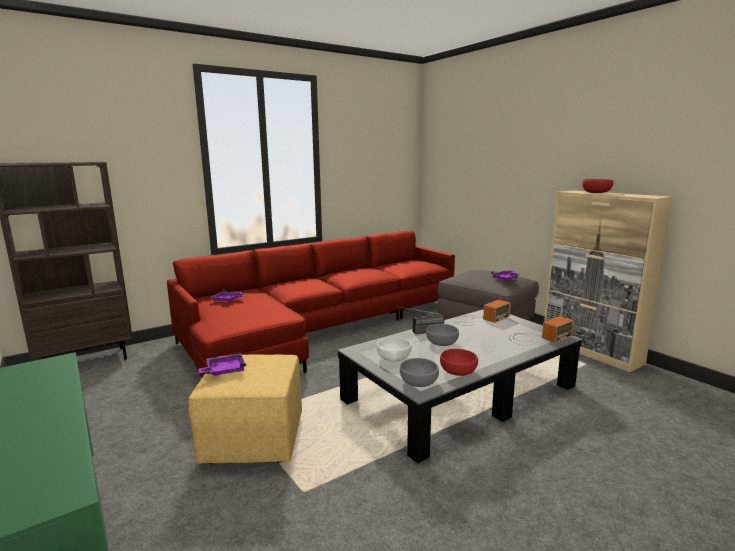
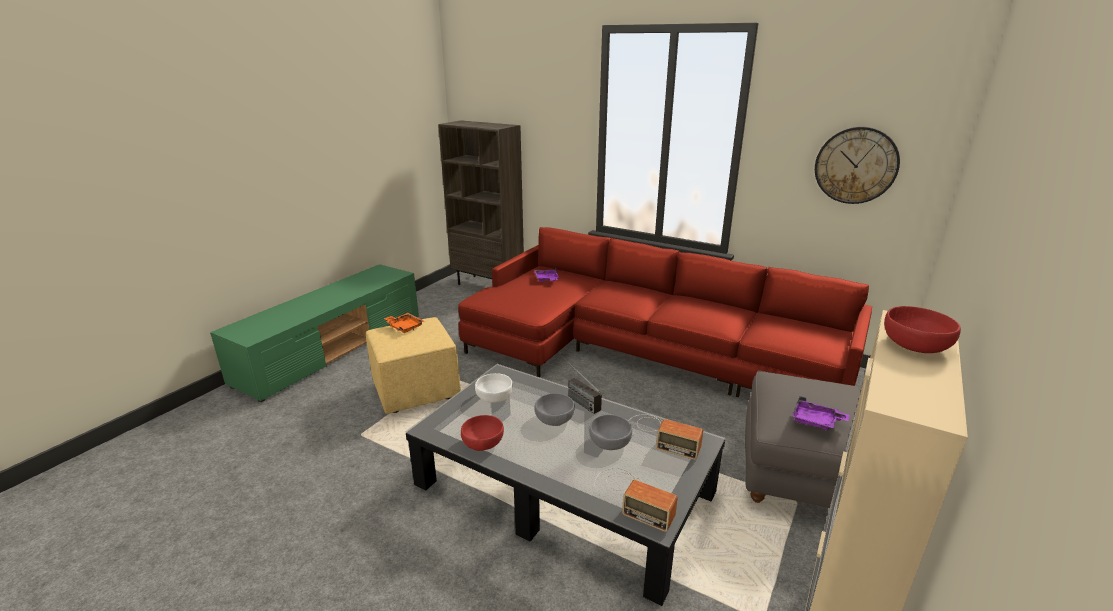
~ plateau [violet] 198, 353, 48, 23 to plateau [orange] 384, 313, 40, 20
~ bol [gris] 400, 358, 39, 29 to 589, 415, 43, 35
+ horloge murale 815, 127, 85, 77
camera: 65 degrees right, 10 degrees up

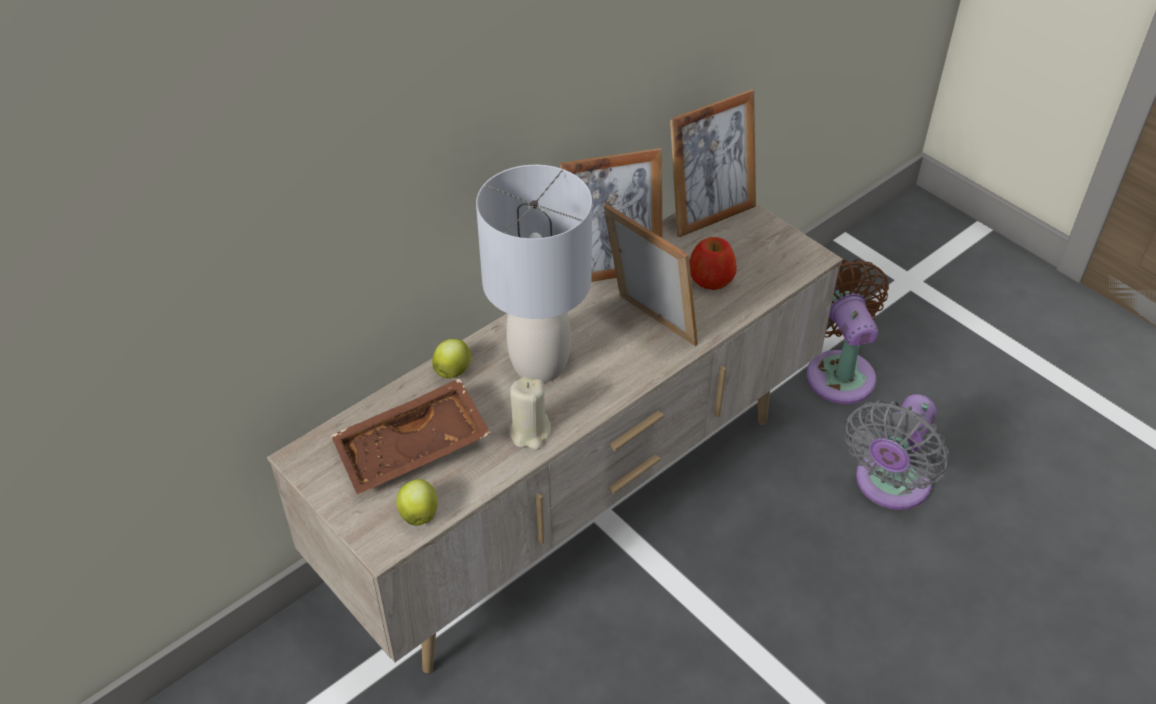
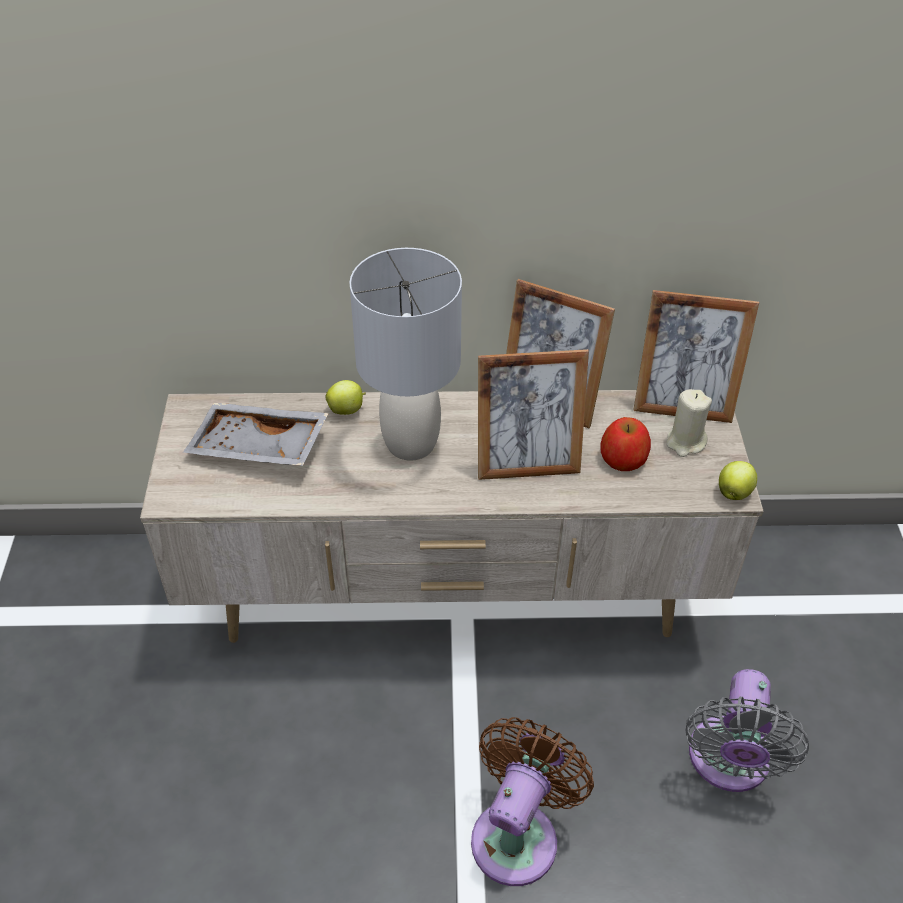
~ plateau [marron] 331, 378, 160, 116 to plateau [gris] 183, 403, 146, 63
~ pomme 396, 479, 42, 47 to 719, 461, 38, 39
~ bougie [beige] 508, 376, 43, 74 to 666, 389, 46, 68
~ cadre photo 604, 203, 94, 143 = 478, 349, 111, 131 90 degrees clockwise
~ ventilateur [marron] 806, 259, 83, 145 to 471, 717, 123, 169
~ ventilateur [gris] 845, 394, 104, 116 = 686, 669, 123, 123 60 degrees counterclockwise
camera: 40 degrees right, 0 degrees up

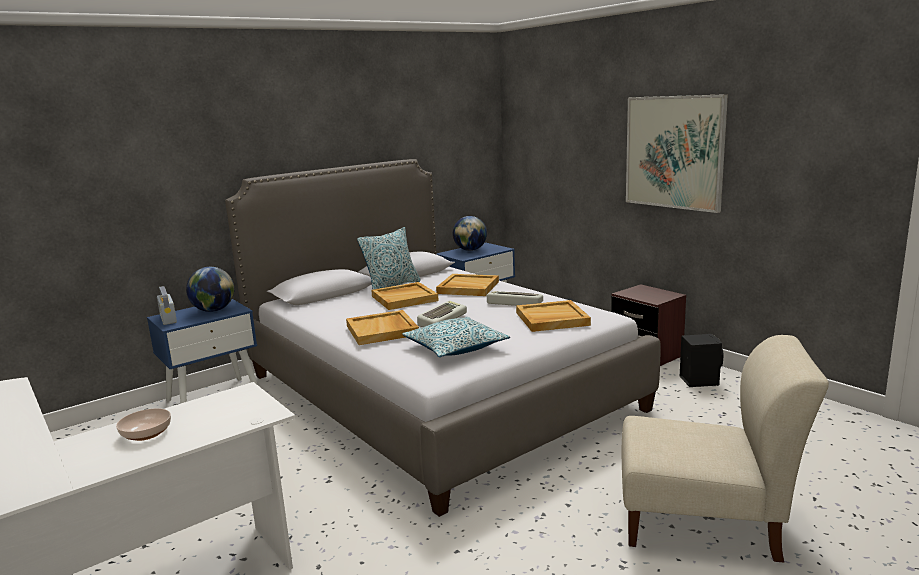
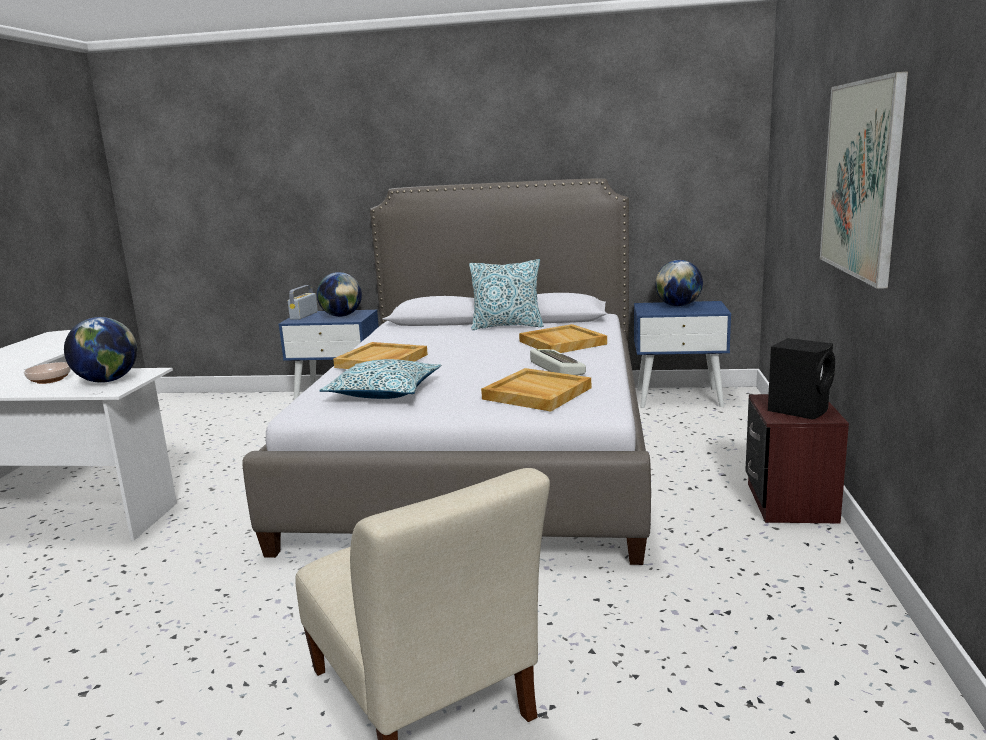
- plateau [beige] 371, 282, 68, 28
- clavier 417, 301, 50, 26
~ enceinte [noir] 680, 334, 44, 53 to 768, 338, 67, 82
+ globe 64, 317, 73, 66
camera: 45 degrees right, 0 degrees up

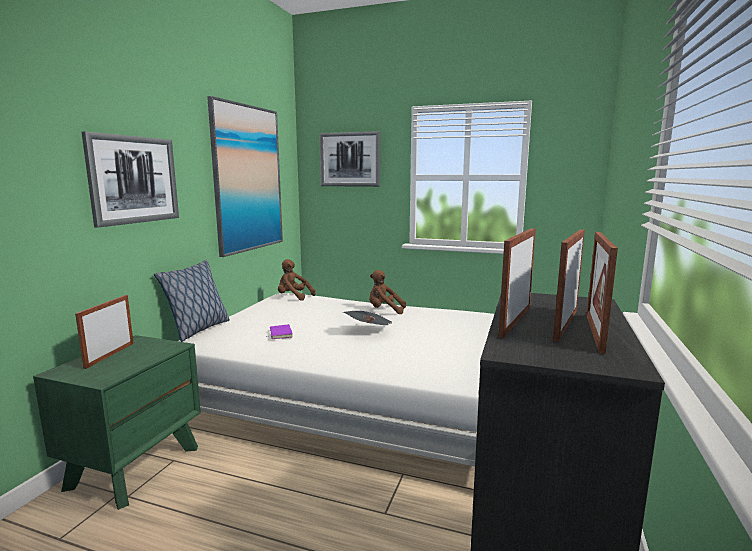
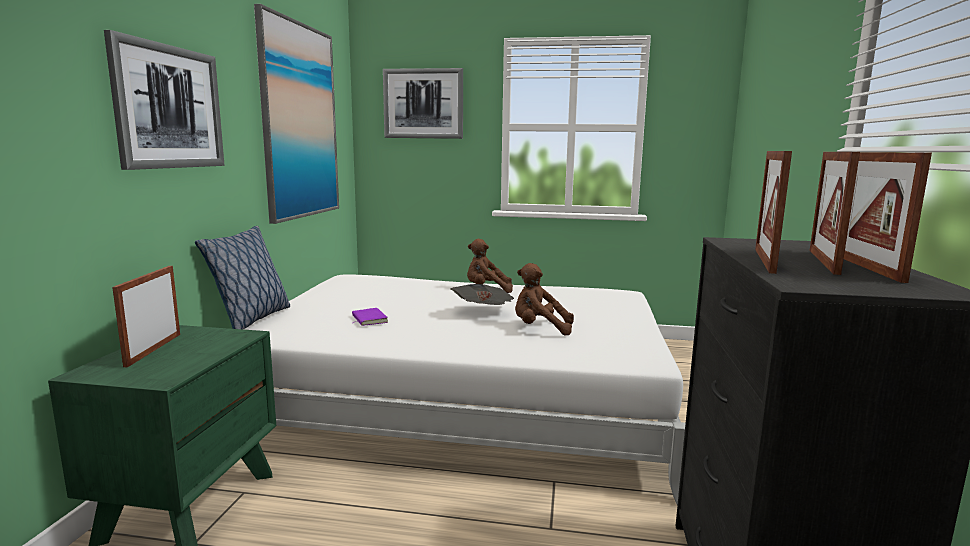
~ peluche [marron] 278, 259, 38, 42 to 515, 263, 59, 72
camera: 10 degrees left, 0 degrees up

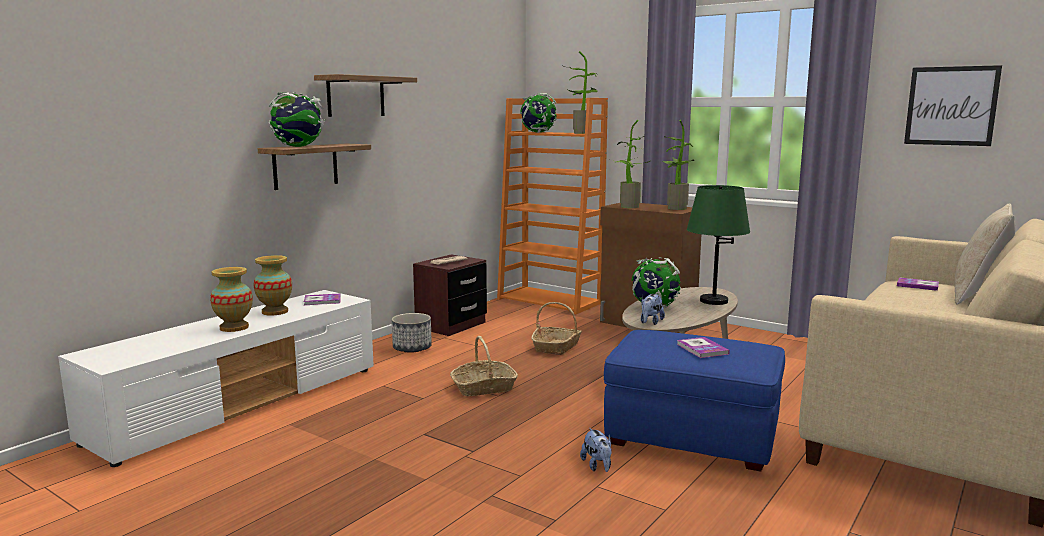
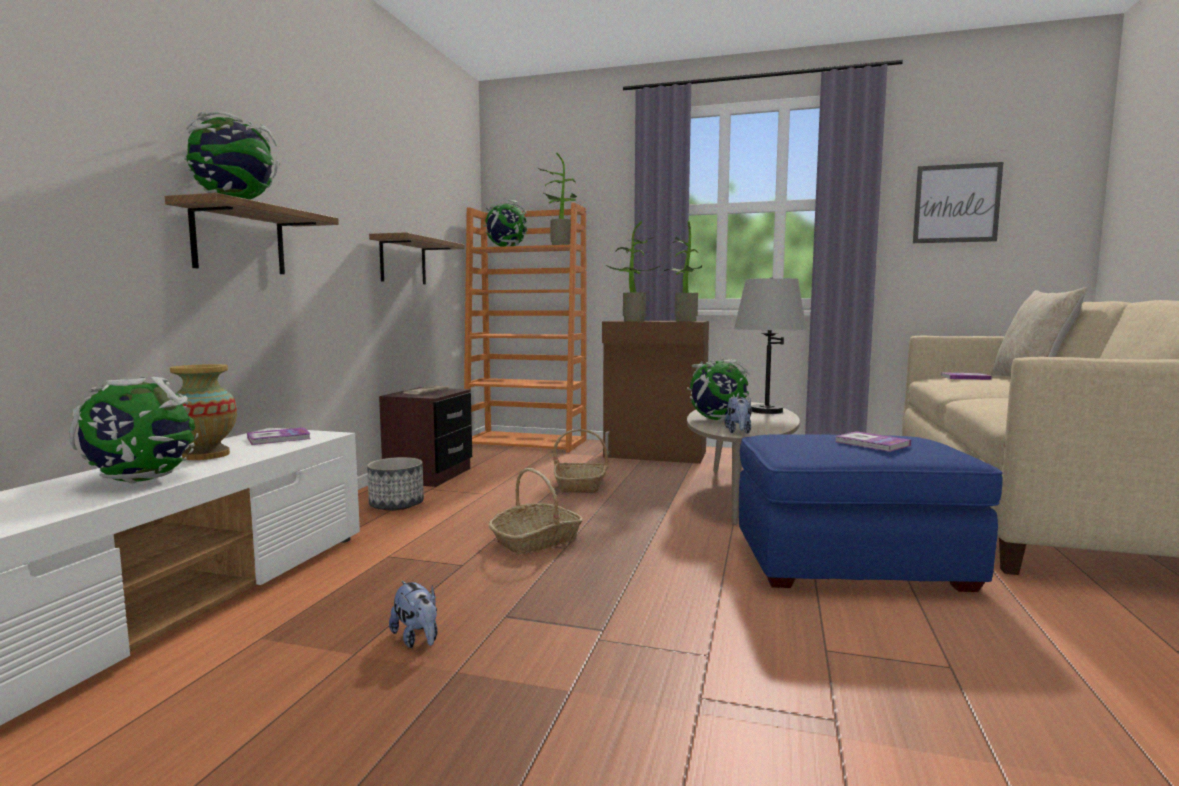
~ vase 210, 267, 43, 65 to globe 70, 376, 128, 108
~ étagère 314, 74, 103, 43 to 369, 232, 95, 52
~ peluche 580, 428, 32, 44 to 389, 581, 49, 67
~ lampe de table [vert] 687, 185, 63, 120 to lampe de table [gris] 734, 277, 73, 137
camera: 20 degrees left, 5 degrees down

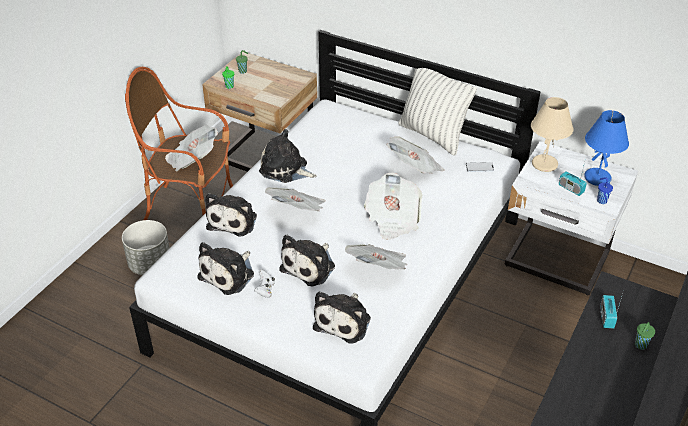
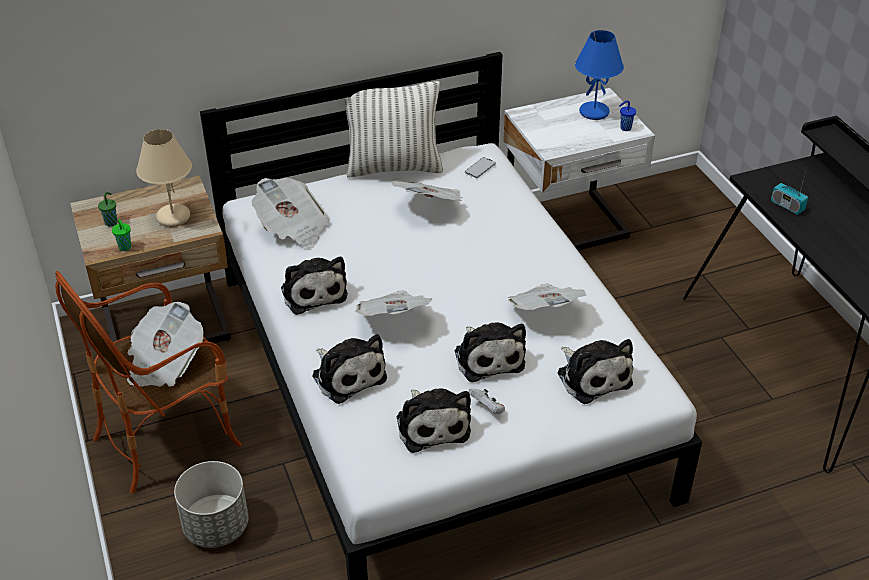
~ peluche 259, 129, 58, 54 = 281, 257, 67, 58 90 degrees counterclockwise
~ journal 364, 173, 58, 67 to 252, 178, 77, 70
~ lampe de table [beige] 531, 97, 43, 75 to 136, 129, 56, 98
- radio 559, 162, 28, 34
- tasse [vert] 635, 322, 20, 28
camera: 50 degrees left, 0 degrees up

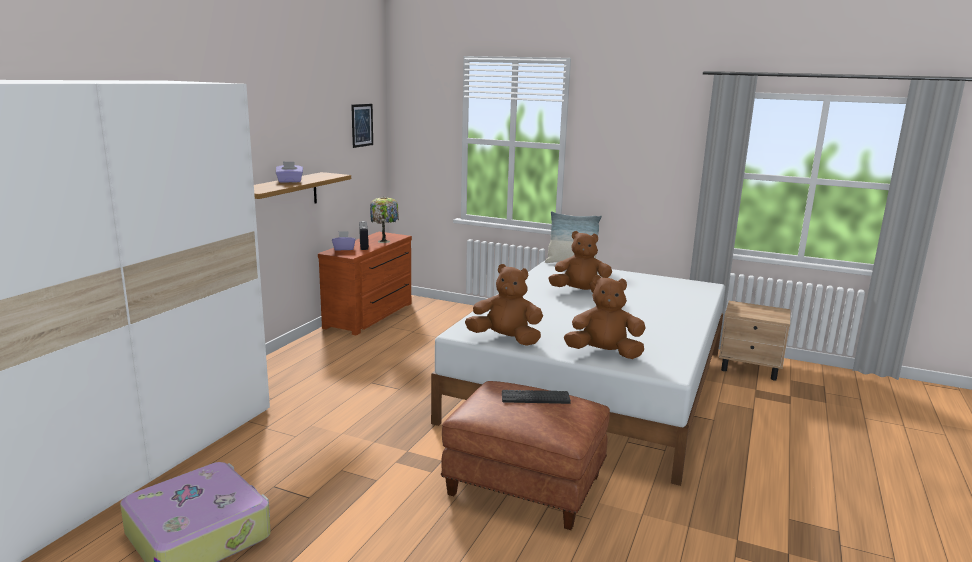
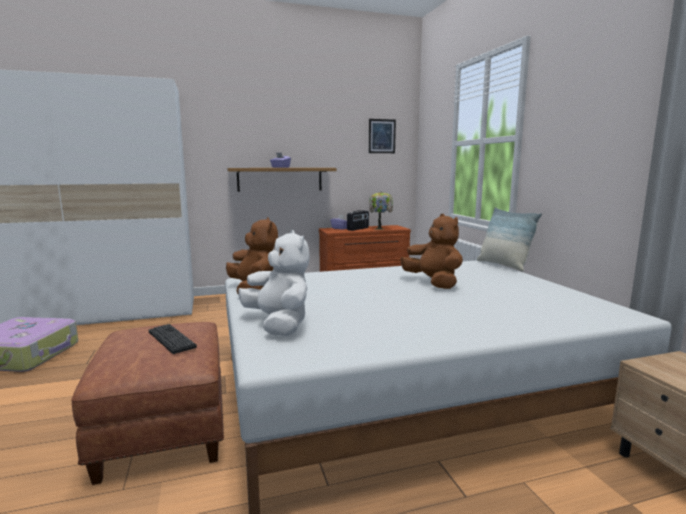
~ peluche [marron] 564, 275, 81, 84 to peluche [blanc] 238, 230, 72, 106
camera: 50 degrees right, 5 degrees down

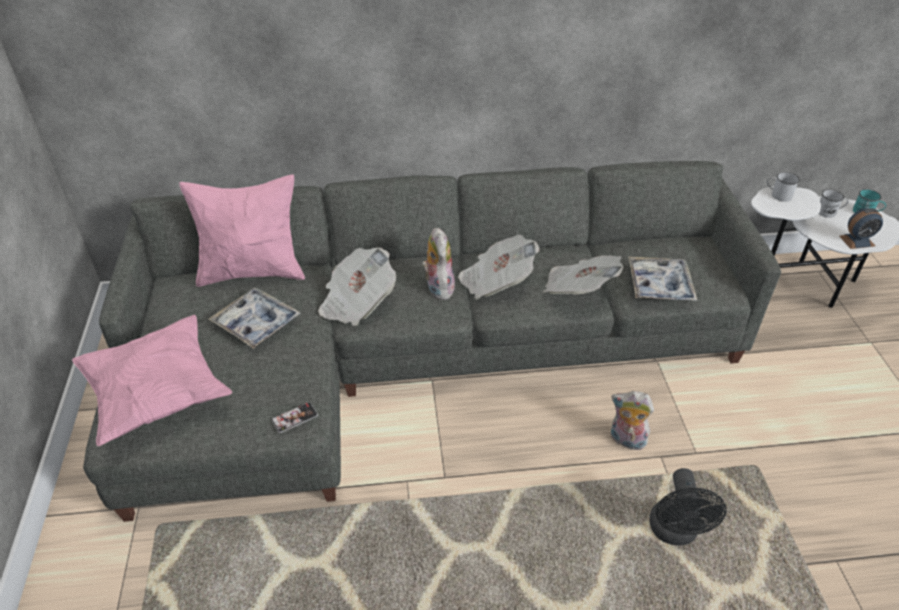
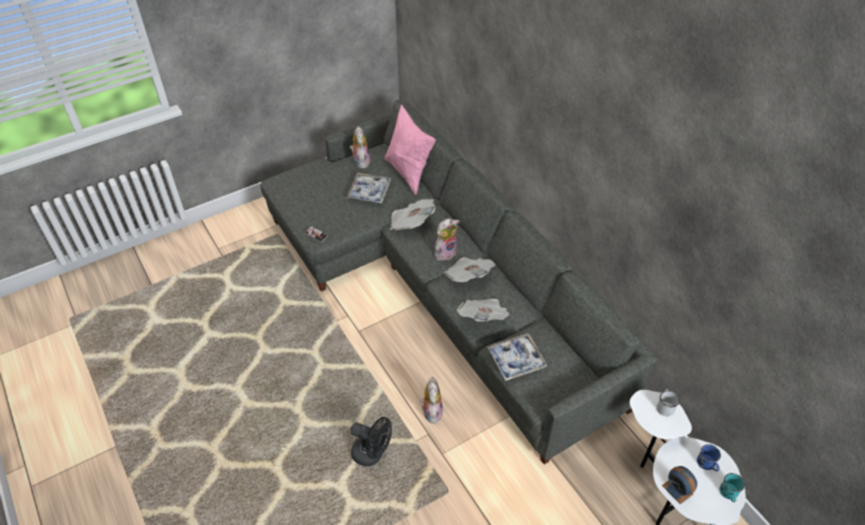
- coussin [rose] 72, 315, 160, 131
~ ventilateur [noir] 649, 468, 77, 77 = 350, 417, 42, 49 135 degrees counterclockwise
~ mug [blanc] 818, 189, 30, 29 to mug [bleu] 697, 444, 24, 27
+ peluche 350, 126, 21, 42
camera: 65 degrees right, 5 degrees up

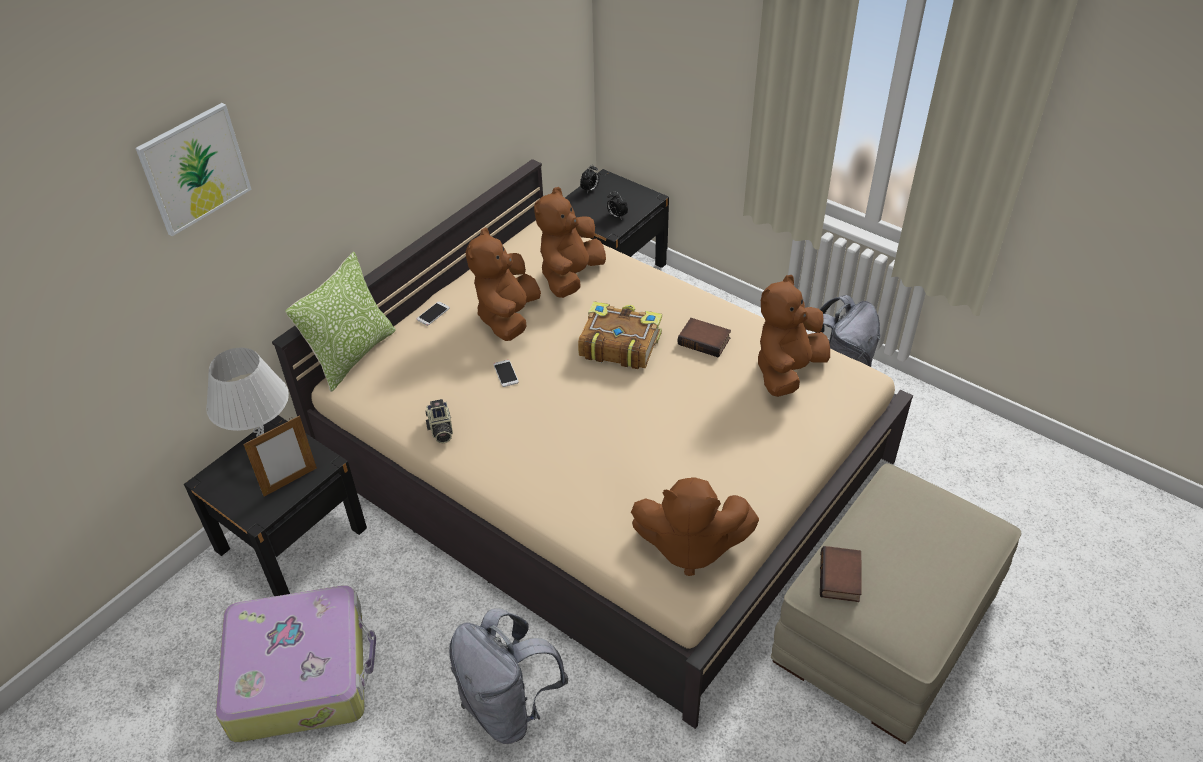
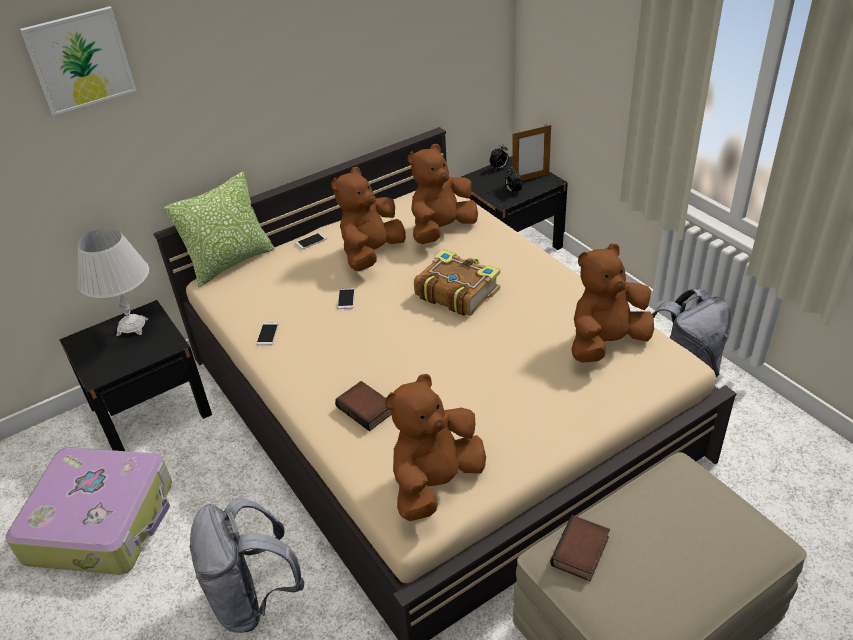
~ cadre photo 243, 415, 74, 82 to 512, 125, 39, 56
~ appareil photo 426, 399, 27, 44 to téléphone 256, 322, 23, 24
~ peluche [marron] 631, 477, 128, 99 = 385, 374, 101, 147 105 degrees clockwise
~ livre 678, 318, 53, 40 to 335, 381, 56, 50
camera: 20 degrees right, 5 degrees down

